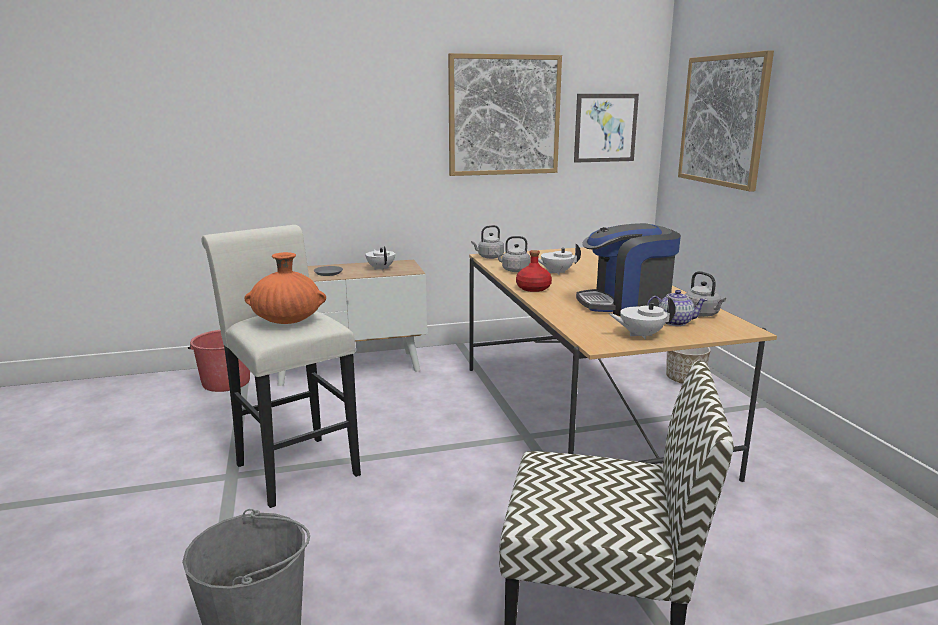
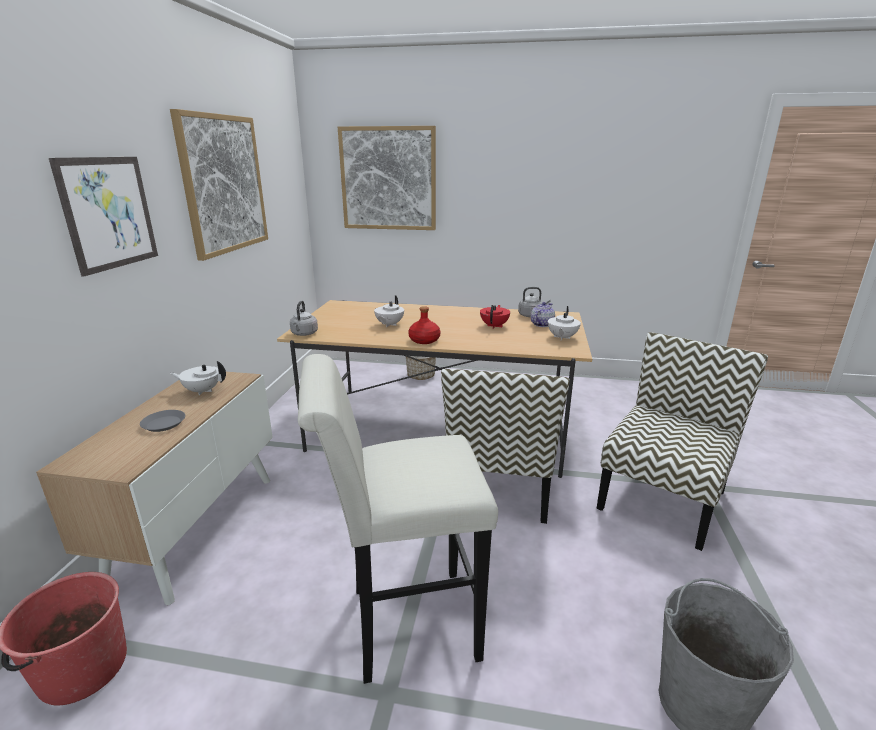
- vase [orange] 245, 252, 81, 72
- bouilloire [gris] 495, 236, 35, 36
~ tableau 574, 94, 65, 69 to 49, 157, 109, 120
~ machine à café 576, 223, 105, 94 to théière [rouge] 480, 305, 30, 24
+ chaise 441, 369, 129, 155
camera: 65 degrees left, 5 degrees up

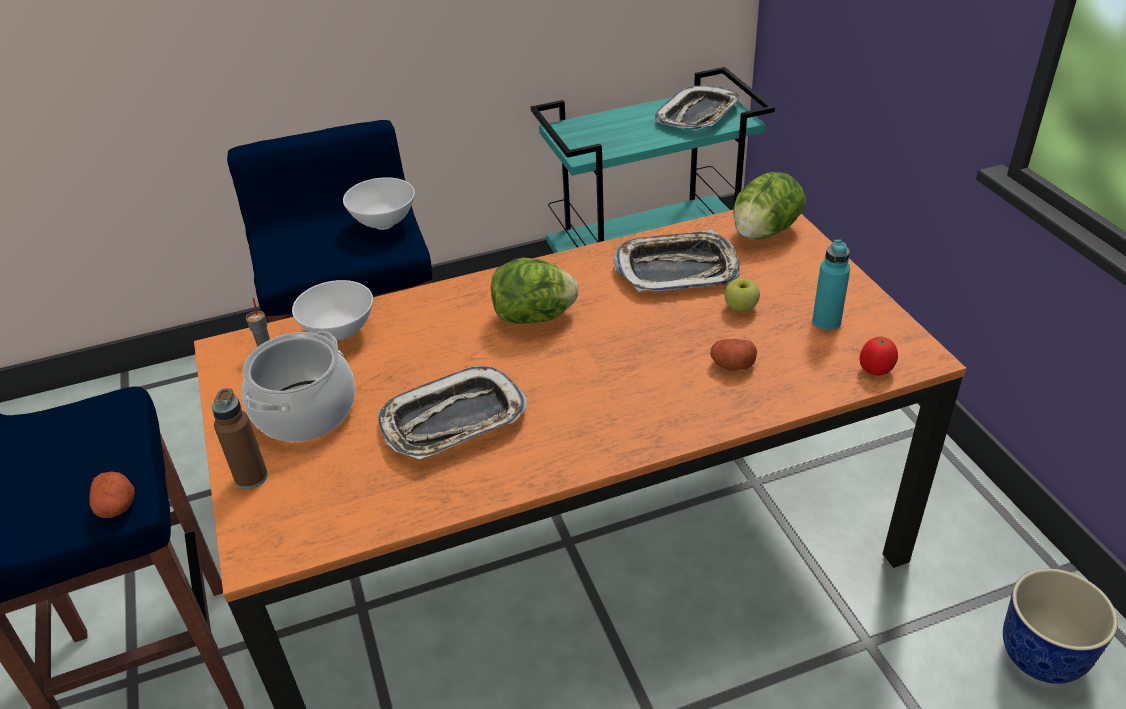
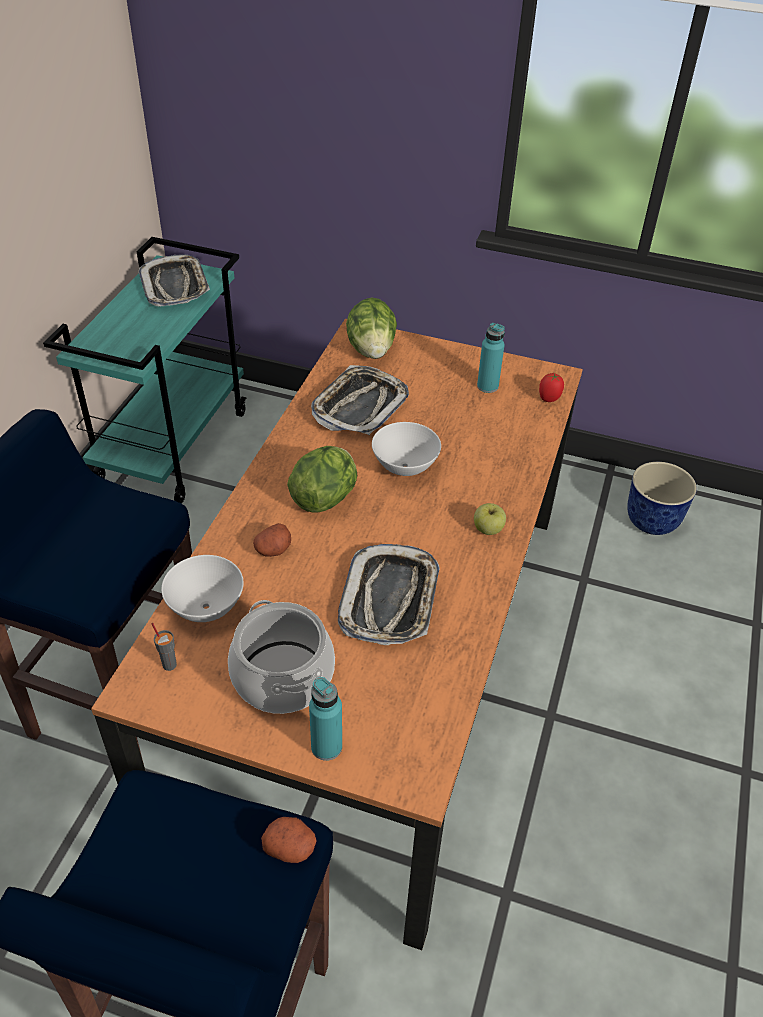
~ bouteille [marron] 212, 388, 56, 101 to bouteille [turquoise] 309, 677, 33, 84
~ bol [blanc] 343, 177, 72, 53 to 372, 422, 69, 54
~ pomme de terre 710, 339, 47, 32 to 253, 523, 38, 34
~ pomme 725, 278, 35, 34 to 474, 503, 32, 32
camera: 55 degrees left, 5 degrees up

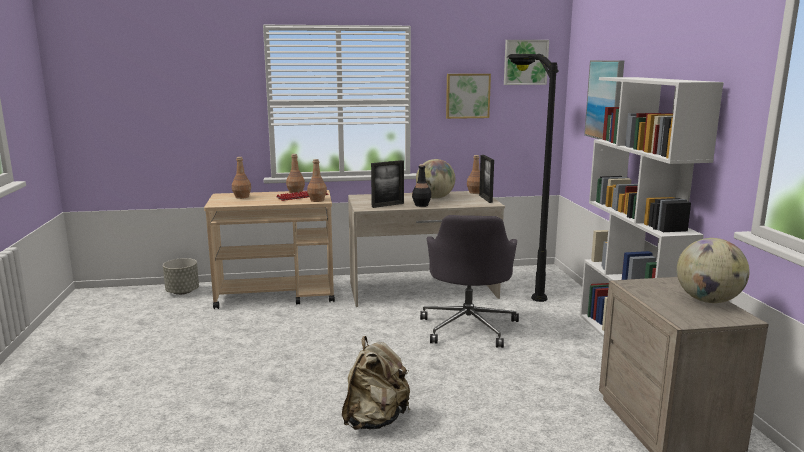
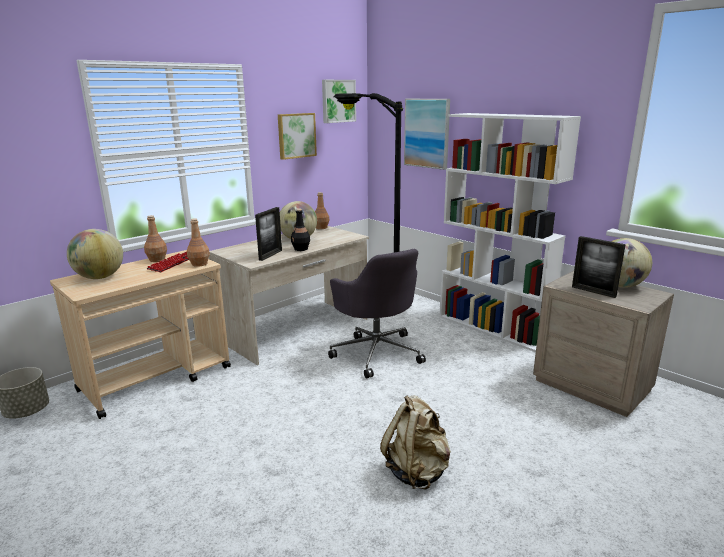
~ bouteille [marron] 232, 157, 19, 42 to globe 67, 229, 56, 50
~ cadre photo 479, 155, 15, 48 to 572, 236, 54, 62
camera: 35 degrees left, 5 degrees up

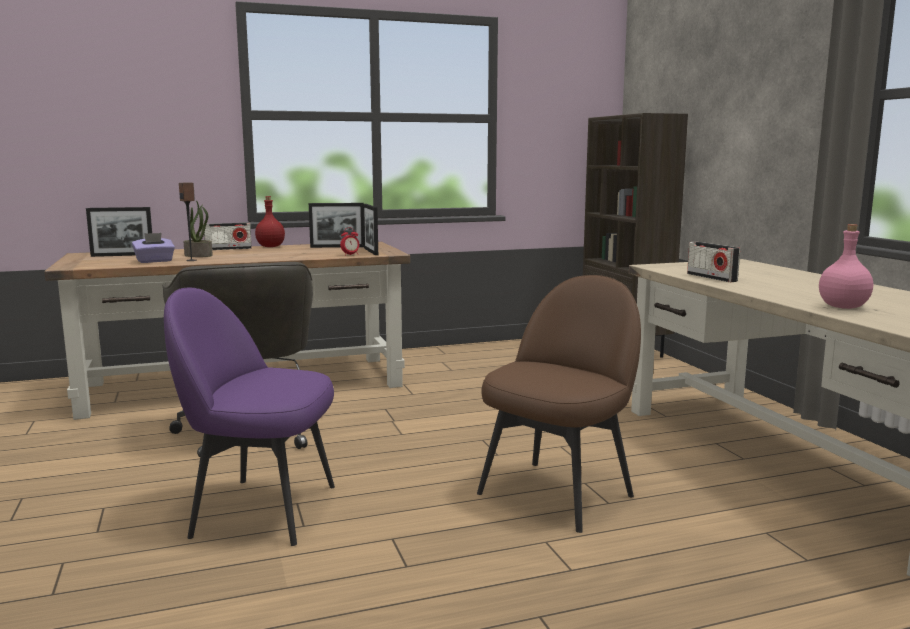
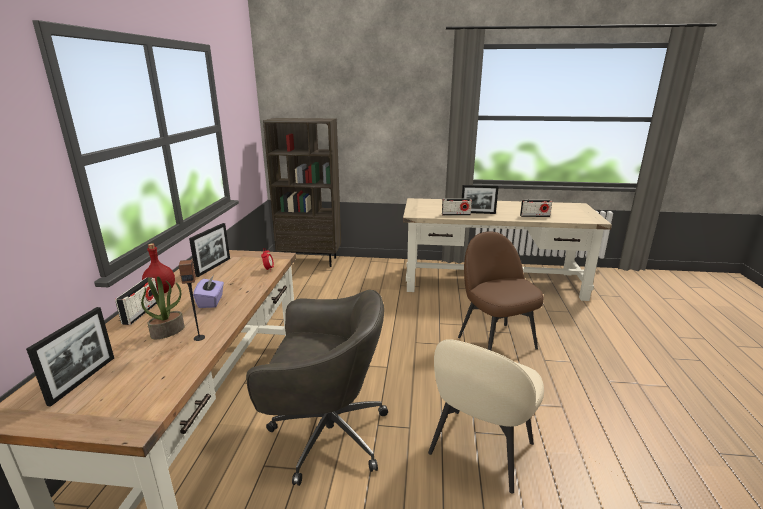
~ boîte à mouchoirs [violet] 132, 233, 43, 30 to 193, 276, 31, 32
~ chaise [violet] 164, 288, 171, 258 to chaise [beige] 428, 339, 116, 155
~ cadre photo 363, 204, 15, 51 to 462, 185, 37, 29
~ bouteille [rose] 819, 224, 54, 85 to radio 520, 200, 32, 17
camera: 65 degrees left, 10 degrees up

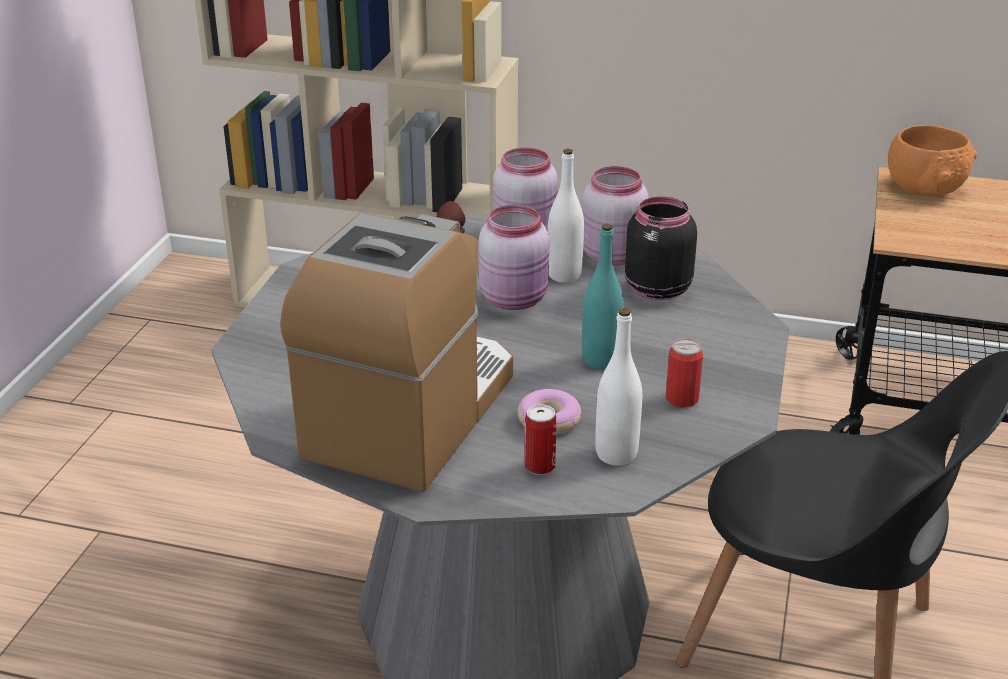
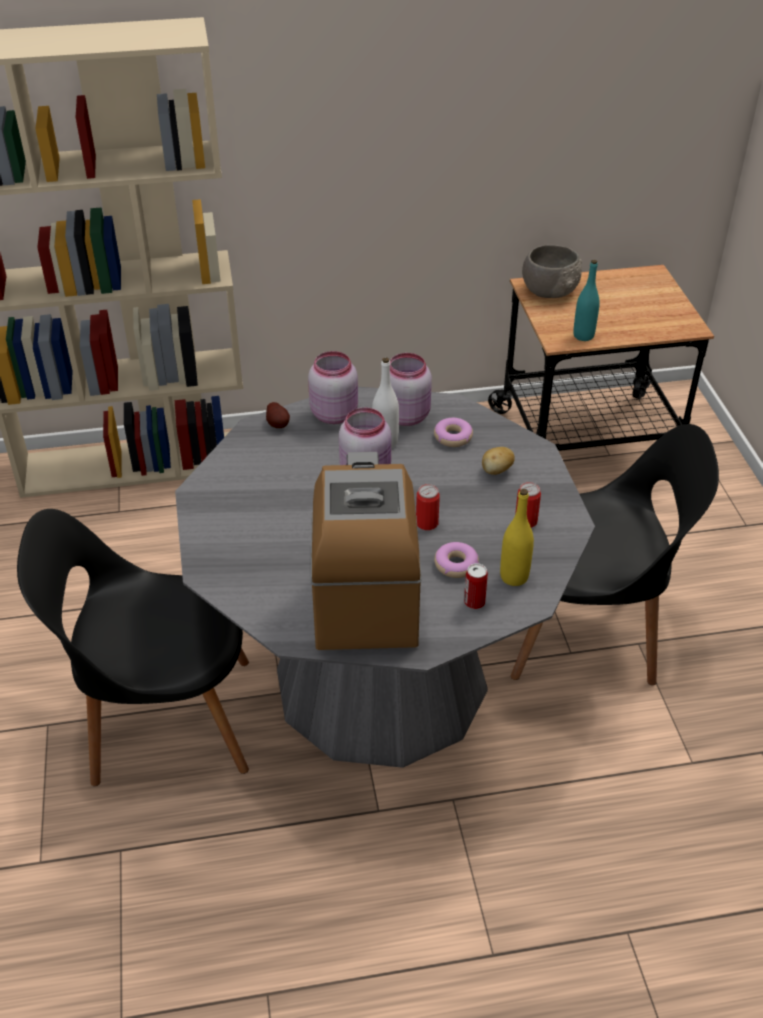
~ bouteille [turquoise] 582, 224, 42, 145 to 573, 260, 27, 81
~ bouteille [blanc] 595, 308, 47, 158 to bouteille [jaune] 500, 489, 34, 97
~ bocal [noir] 625, 196, 72, 104 to beignet 434, 418, 39, 29
~ bol [orange] 888, 125, 89, 71 to bol [gris] 522, 244, 60, 54
+ chaise [noir] 17, 509, 232, 277
+ boîte métallique 416, 484, 24, 46
+ pomme de terre 482, 447, 33, 28
camera: 25 degrees left, 10 degrees up

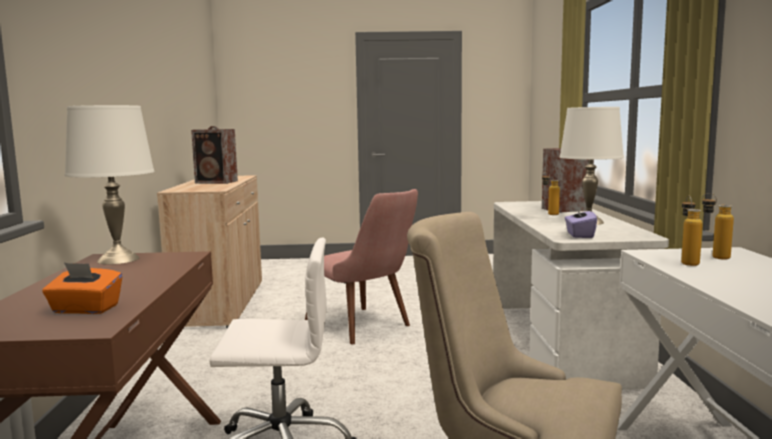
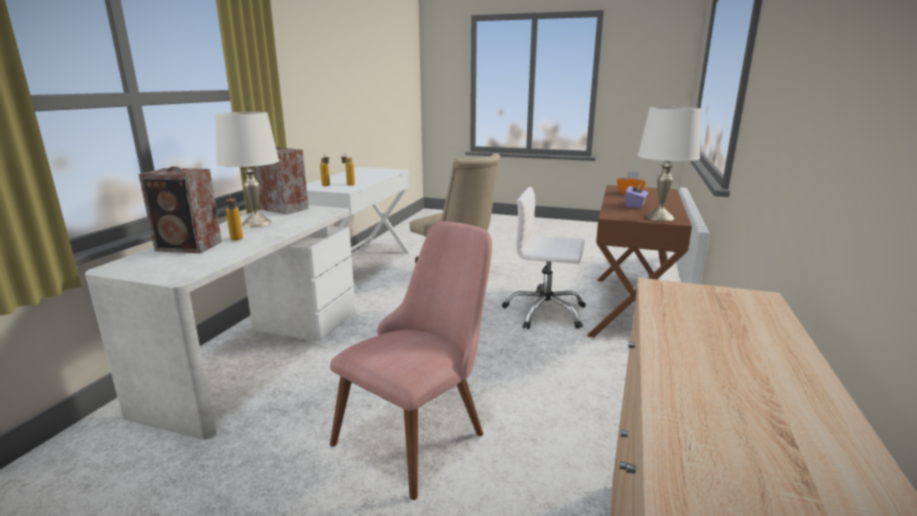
~ enceinte 191, 126, 47, 58 to 255, 146, 54, 69
~ chaise [rose] 305, 189, 113, 156 = 330, 222, 162, 278 60 degrees clockwise
~ boîte à mouchoirs [violet] 565, 205, 32, 33 to 625, 183, 23, 25
camera: 160 degrees left, 10 degrees up

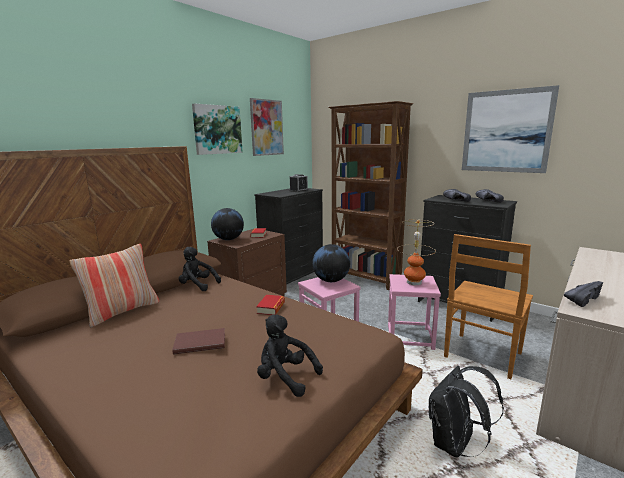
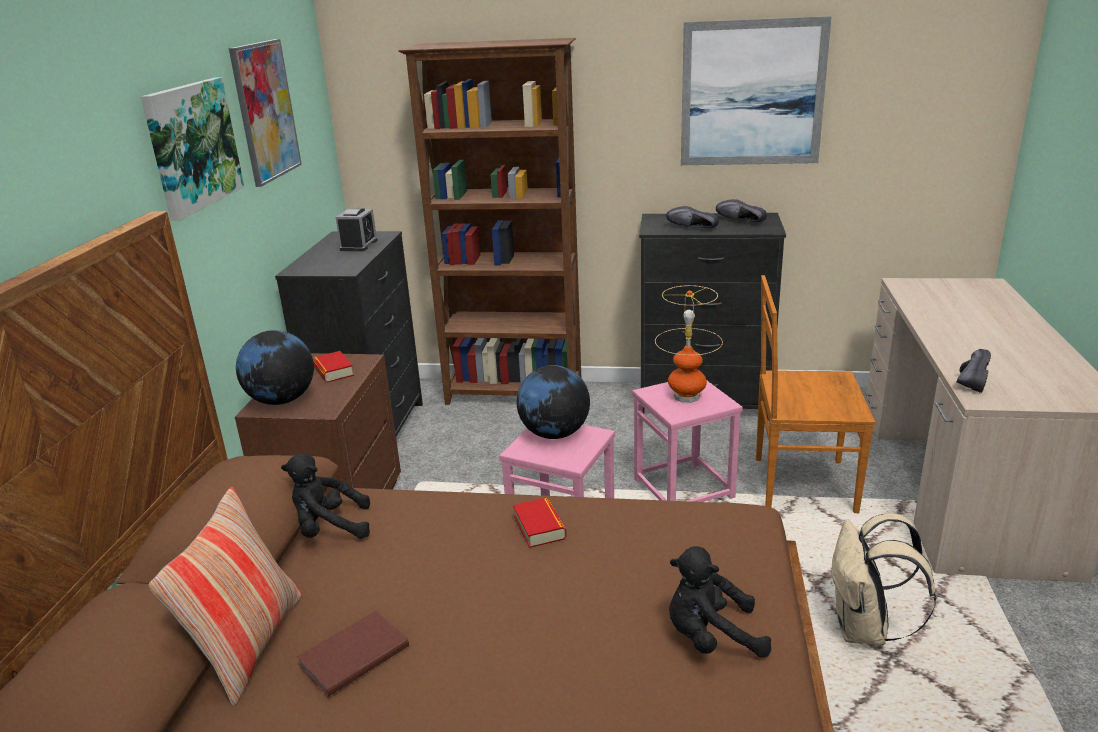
~ livre [marron] 172, 328, 53, 27 to 297, 611, 112, 86
~ sac à dos [noir] 429, 366, 75, 92 to sac à dos [beige] 831, 513, 105, 133
~ chaise [marron] 444, 234, 89, 145 = 756, 275, 119, 238 90 degrees clockwise
camera: 30 degrees left, 10 degrees up

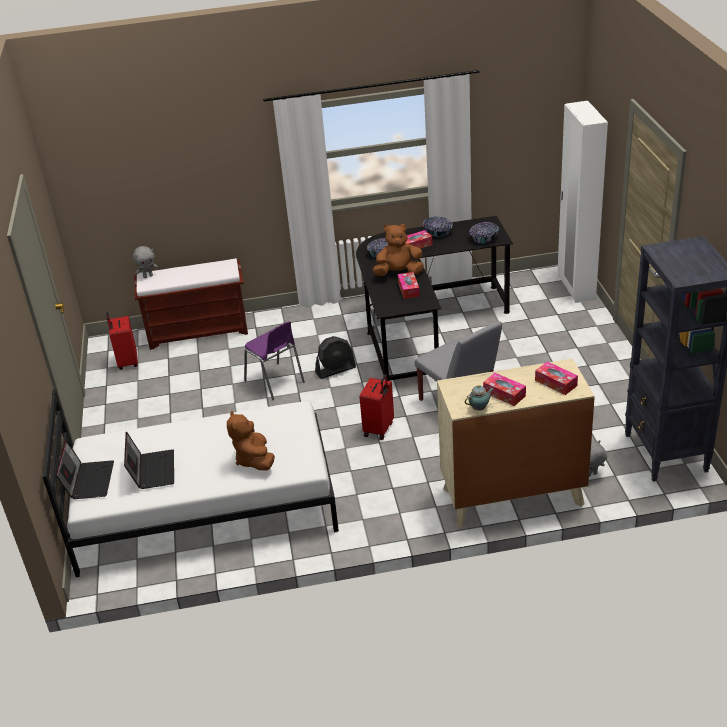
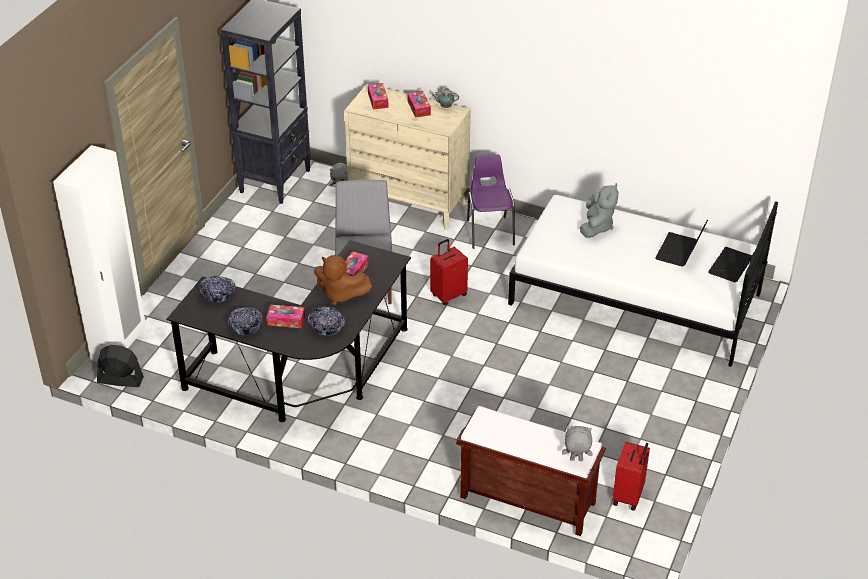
~ peluche [marron] 227, 411, 48, 60 to peluche [gris] 580, 183, 38, 55
~ chaise [violet] 244, 321, 61, 79 to 467, 154, 48, 95
~ ventilateur [noir] 315, 336, 41, 43 to 97, 345, 47, 42
camera: 150 degrees left, 5 degrees up

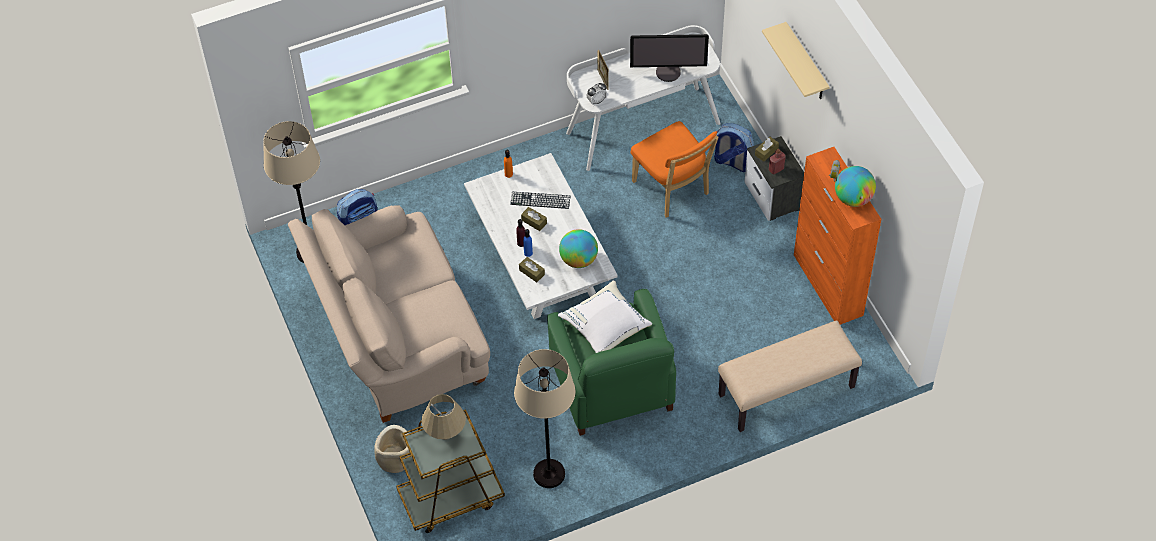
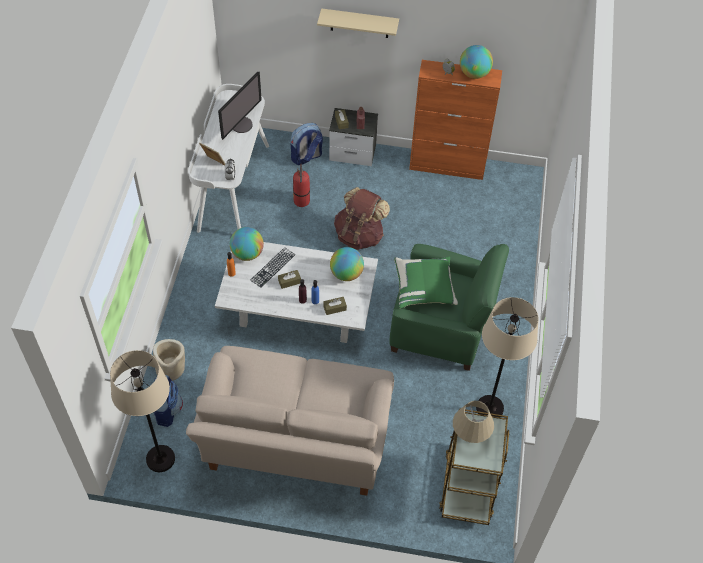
~ cache-pot [beige] 374, 425, 37, 48 to 153, 339, 32, 42
~ coussin [blanc] 558, 280, 94, 73 to coussin [vert] 394, 257, 64, 52
~ chaise [orange] 630, 121, 89, 97 to extincteur 293, 164, 17, 43
- banc [beige] 718, 321, 144, 111
+ globe 230, 227, 34, 34
+ sac à dos [marron] 334, 187, 56, 63
camera: 60 degrees left, 0 degrees up

